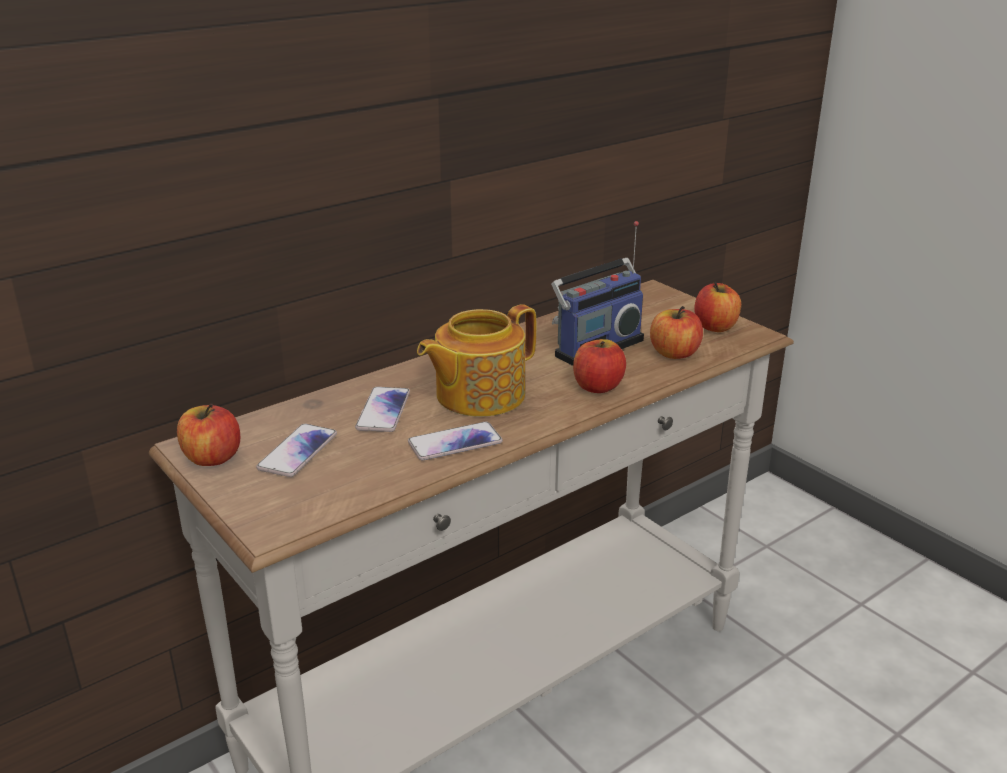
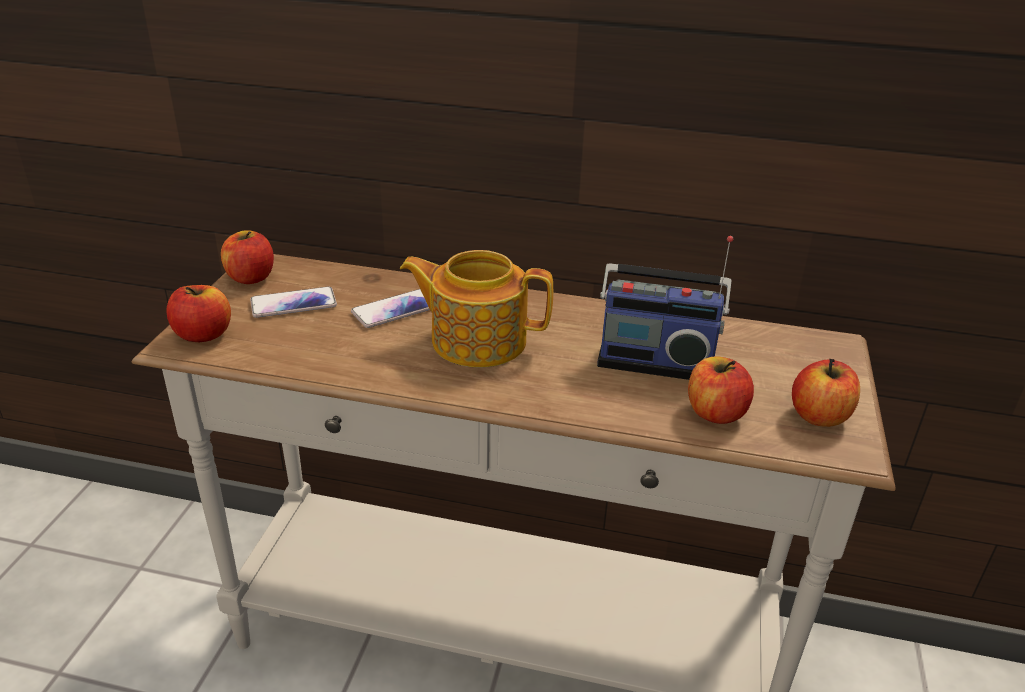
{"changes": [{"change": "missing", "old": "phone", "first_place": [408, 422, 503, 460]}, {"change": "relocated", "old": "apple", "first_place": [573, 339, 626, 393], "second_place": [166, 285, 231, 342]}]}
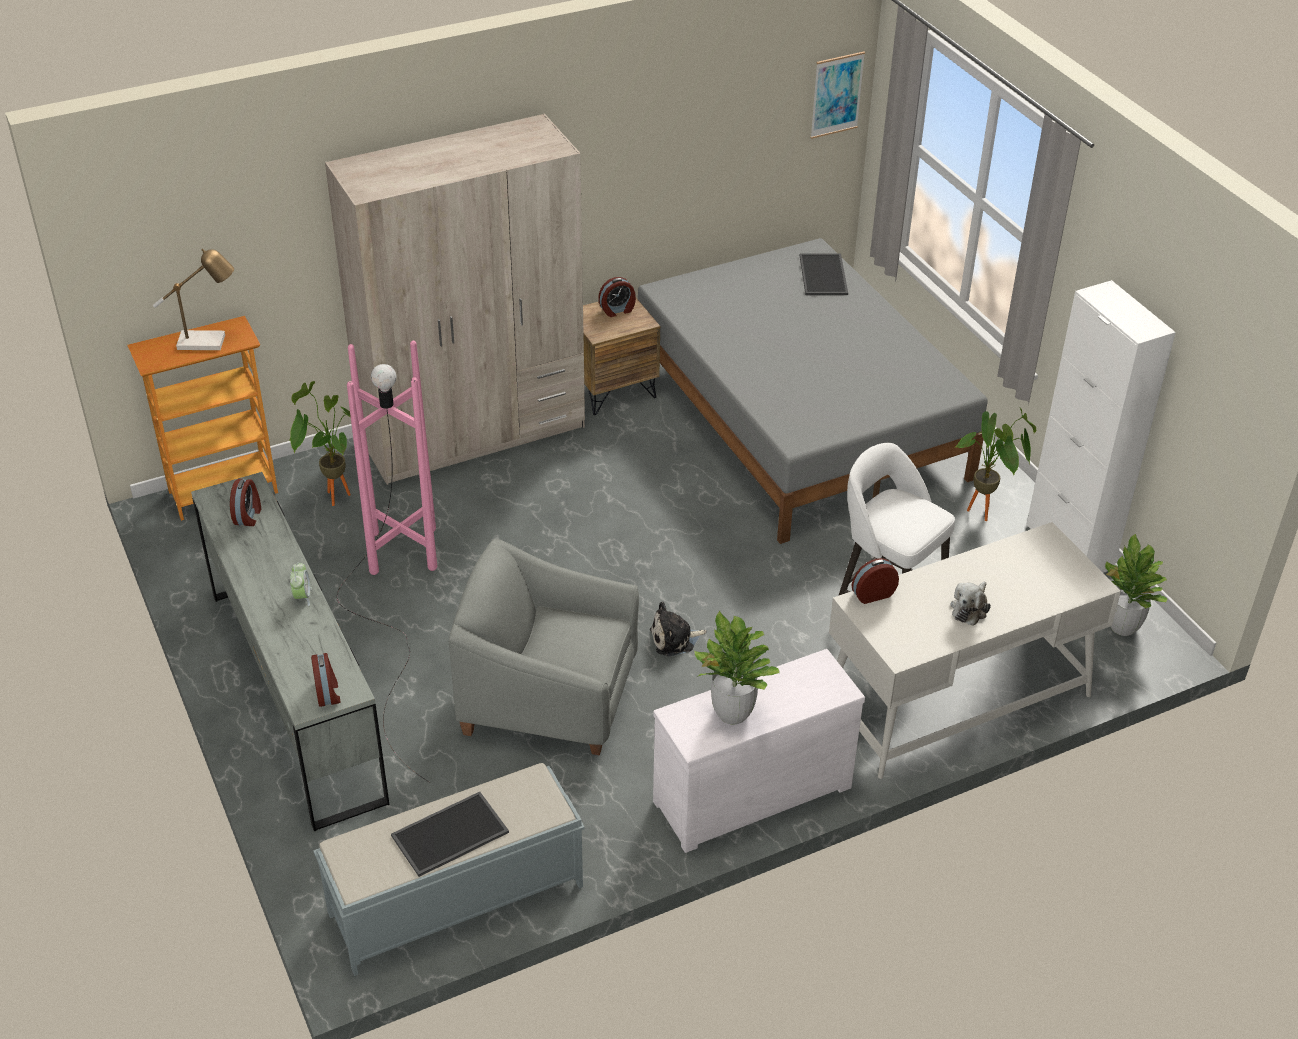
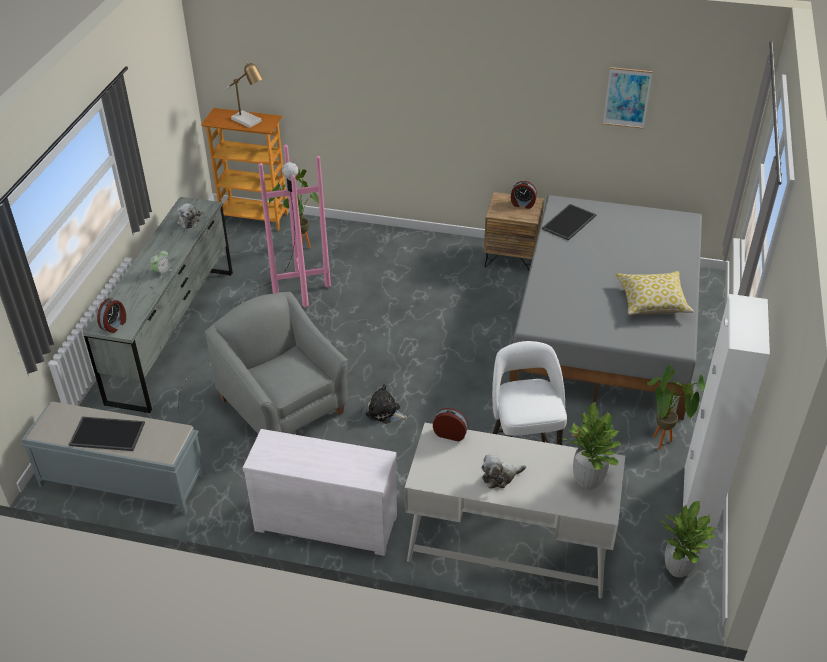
{"changes": [{"change": "exchanged", "old": "alarm clock", "new": "plush toy", "first_place": [230, 479, 261, 526], "second_place": [177, 203, 201, 229]}, {"change": "missing", "old": "beige wardrobe", "first_place": [325, 114, 585, 485]}, {"change": "relocated", "old": "potted plant", "first_place": [694, 611, 780, 724], "second_place": [560, 402, 621, 490]}, {"change": "relocated", "old": "tray", "first_place": [800, 253, 848, 295], "second_place": [542, 204, 596, 241]}, {"change": "relocated", "old": "picture", "first_place": [810, 52, 865, 139], "second_place": [603, 67, 653, 129]}, {"change": "appeared", "new": "pillow", "second_place": [615, 271, 694, 315]}]}
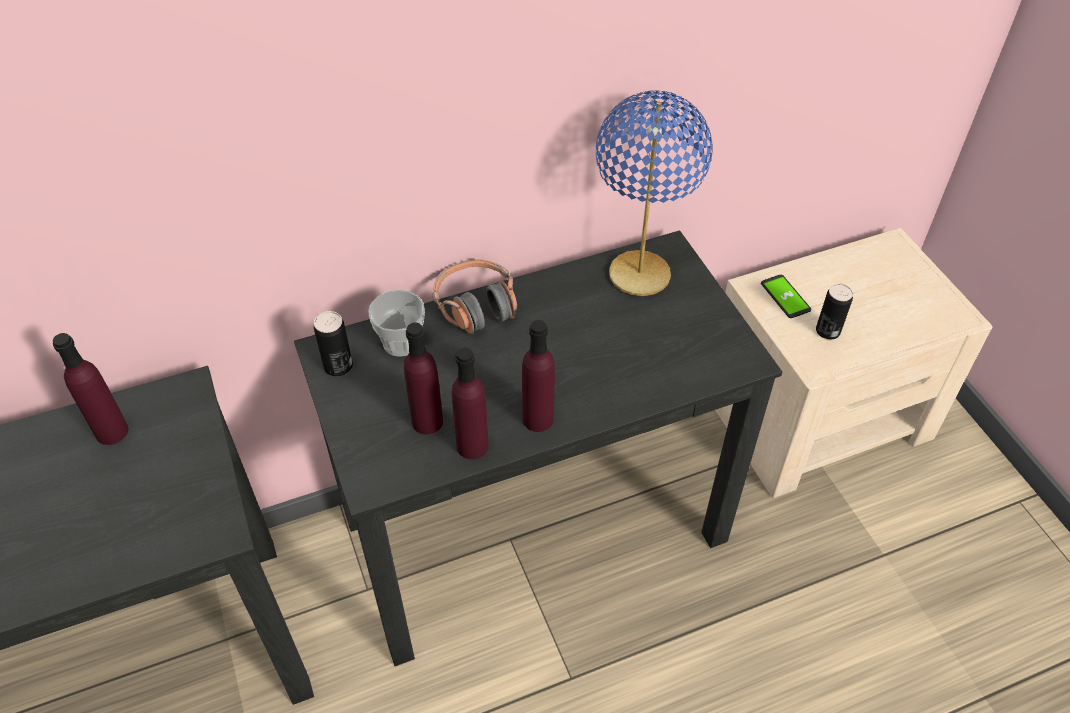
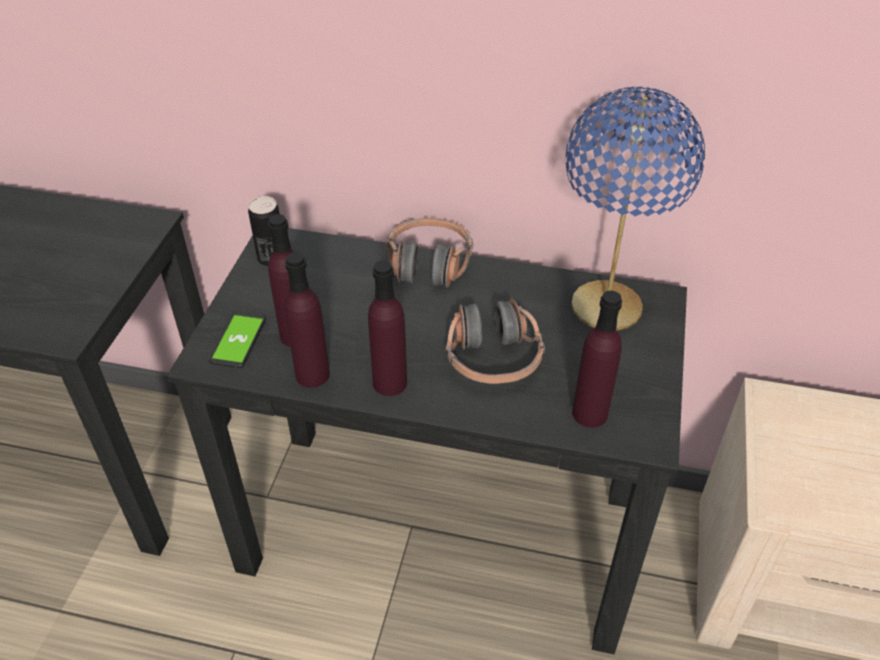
{"changes": [{"change": "relocated", "old": "purple bottle", "first_place": [53, 333, 128, 445], "second_place": [572, 291, 622, 428]}, {"change": "missing", "old": "cup", "first_place": [368, 290, 425, 357]}, {"change": "relocated", "old": "phone", "first_place": [761, 275, 811, 318], "second_place": [209, 312, 266, 368]}, {"change": "missing", "old": "can", "first_place": [816, 284, 853, 339]}, {"change": "appeared", "new": "headphones", "second_place": [446, 299, 545, 384]}]}
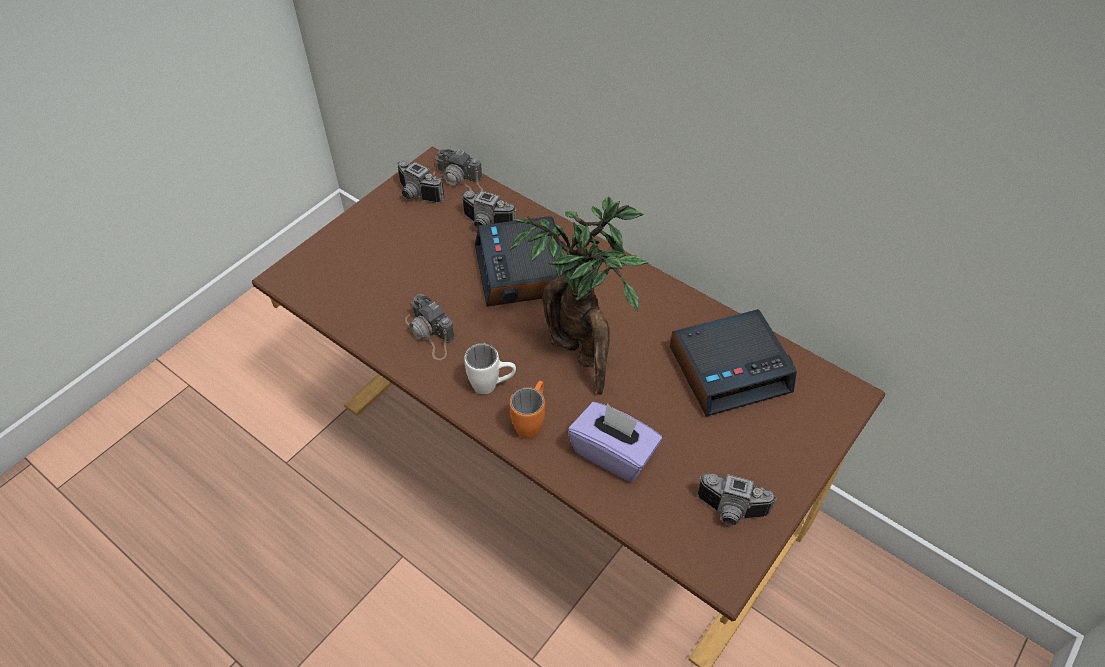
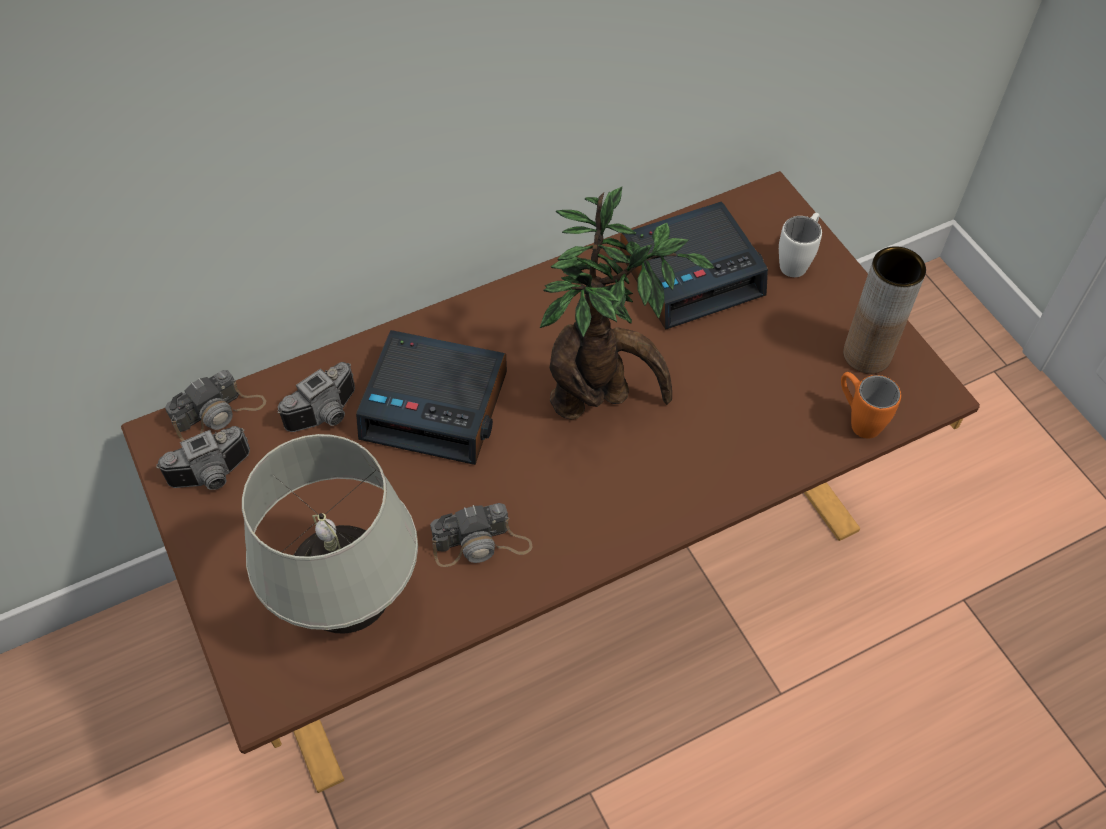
{"changes": [{"change": "relocated", "old": "white mug", "first_place": [464, 343, 516, 394], "second_place": [779, 213, 822, 277]}, {"change": "relocated", "old": "orange mug", "first_place": [509, 381, 545, 439], "second_place": [841, 372, 901, 439]}, {"change": "missing", "old": "purple tissue box", "first_place": [568, 402, 662, 482]}, {"change": "spun", "old": "alarm clock", "first_place": [670, 309, 797, 417], "second_place": [620, 201, 768, 330], "degrees": 60}, {"change": "exchanged", "old": "photo camera", "new": "brown vase", "first_place": [697, 473, 777, 525], "second_place": [843, 246, 926, 374]}, {"change": "appeared", "new": "white table lamp", "second_place": [242, 434, 418, 634]}]}
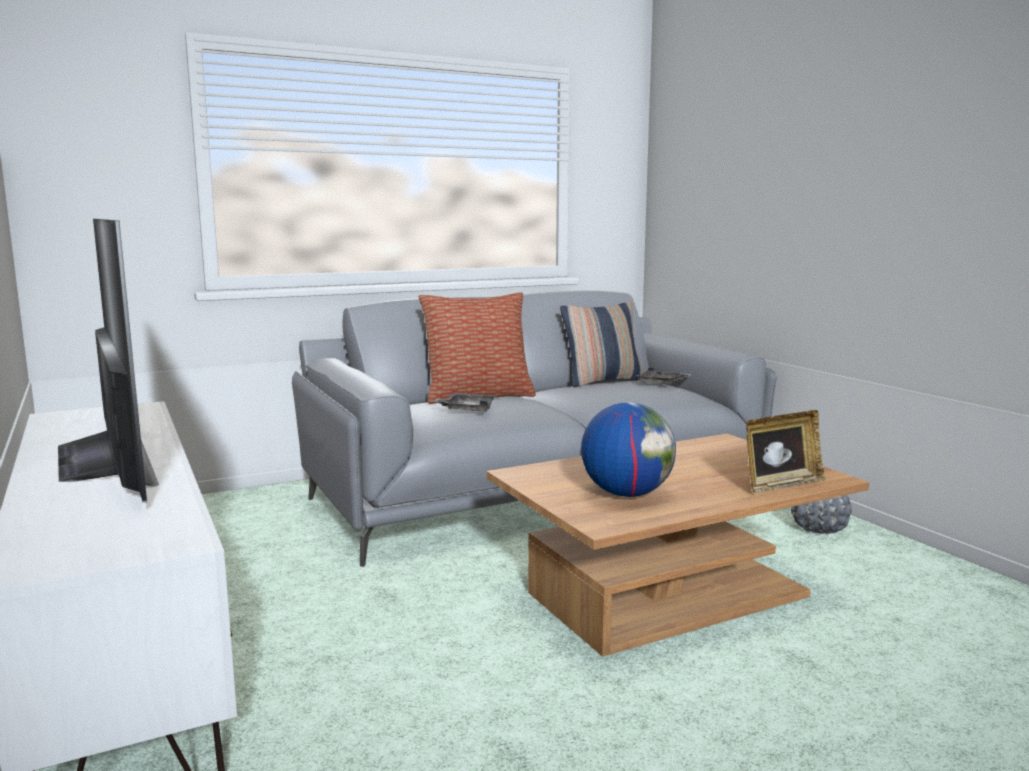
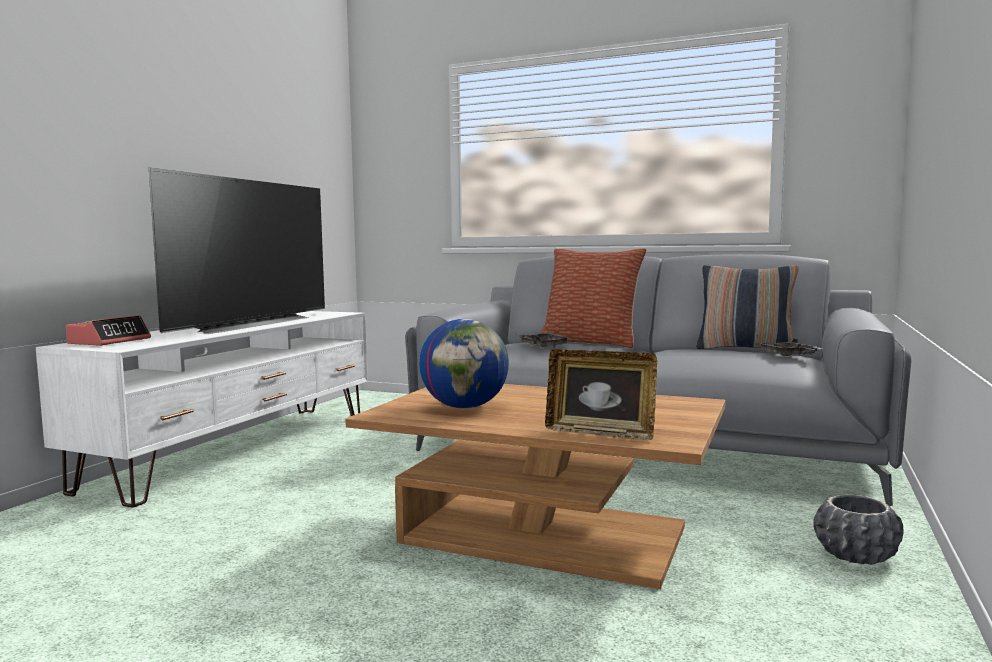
{"changes": [{"change": "appeared", "new": "alarm clock", "second_place": [66, 315, 151, 346]}]}
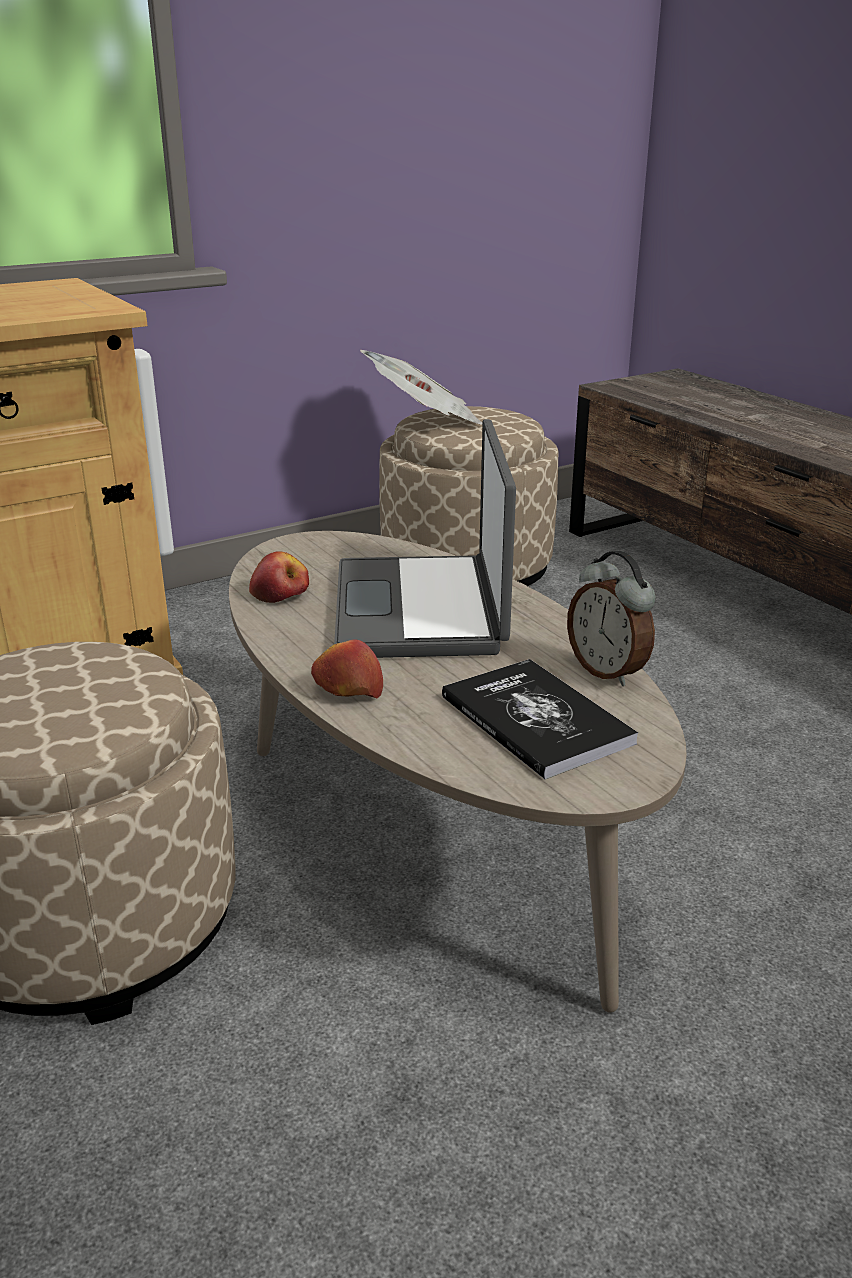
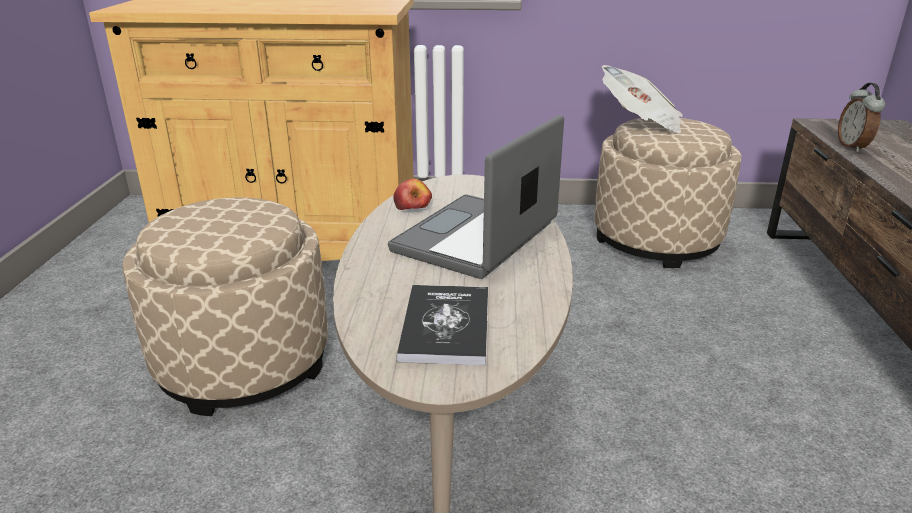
{"changes": [{"change": "missing", "old": "apple", "first_place": [311, 640, 383, 699]}, {"change": "relocated", "old": "alarm clock", "first_place": [567, 551, 656, 686], "second_place": [838, 83, 885, 152]}]}
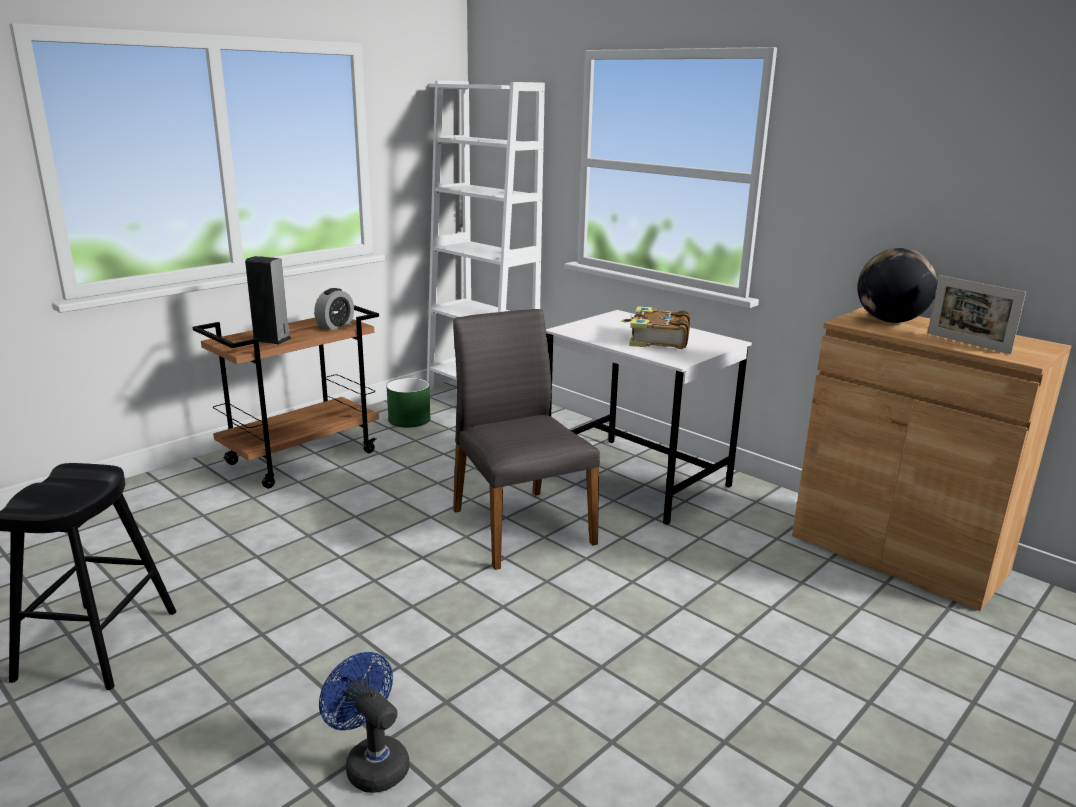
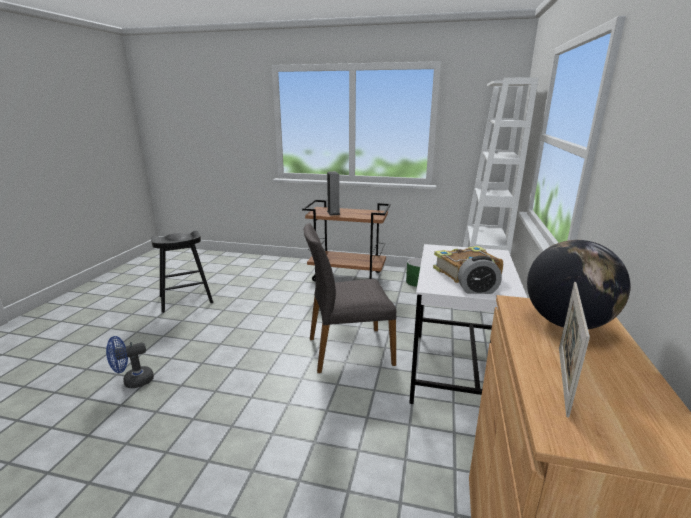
{"changes": [{"change": "relocated", "old": "alarm clock", "first_place": [314, 288, 354, 330], "second_place": [458, 256, 502, 294]}, {"change": "spun", "old": "blue fan", "first_place": [319, 652, 409, 793], "second_place": [106, 336, 154, 388], "degrees": -135}, {"change": "spun", "old": "grey chair", "first_place": [453, 309, 600, 570], "second_place": [304, 223, 396, 373], "degrees": -135}]}
